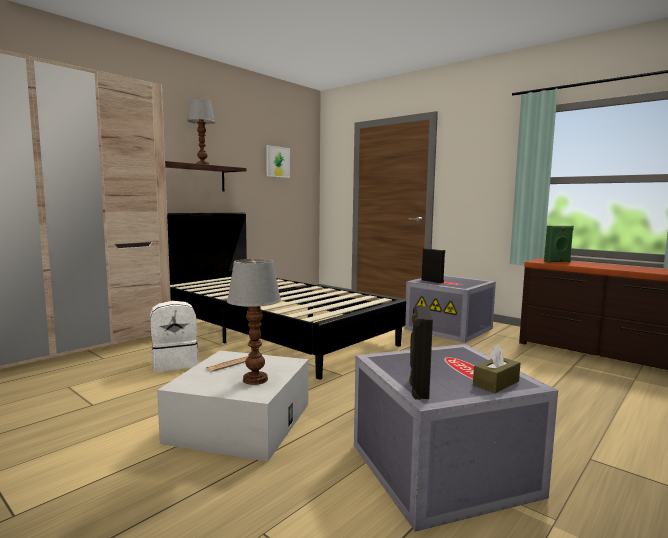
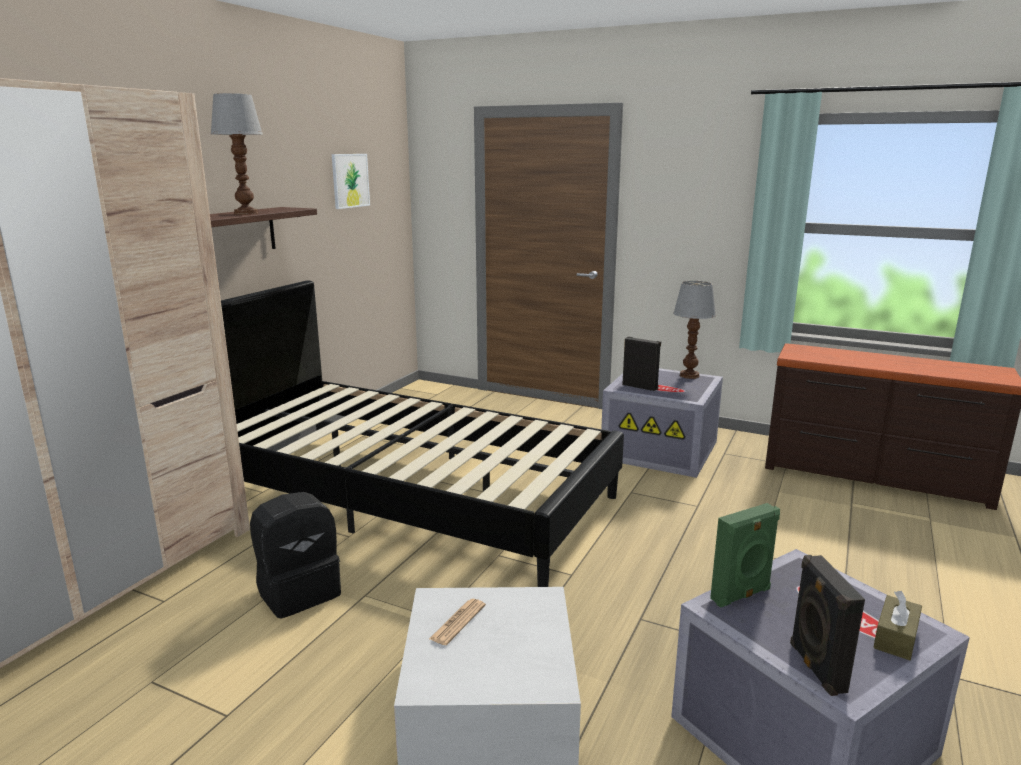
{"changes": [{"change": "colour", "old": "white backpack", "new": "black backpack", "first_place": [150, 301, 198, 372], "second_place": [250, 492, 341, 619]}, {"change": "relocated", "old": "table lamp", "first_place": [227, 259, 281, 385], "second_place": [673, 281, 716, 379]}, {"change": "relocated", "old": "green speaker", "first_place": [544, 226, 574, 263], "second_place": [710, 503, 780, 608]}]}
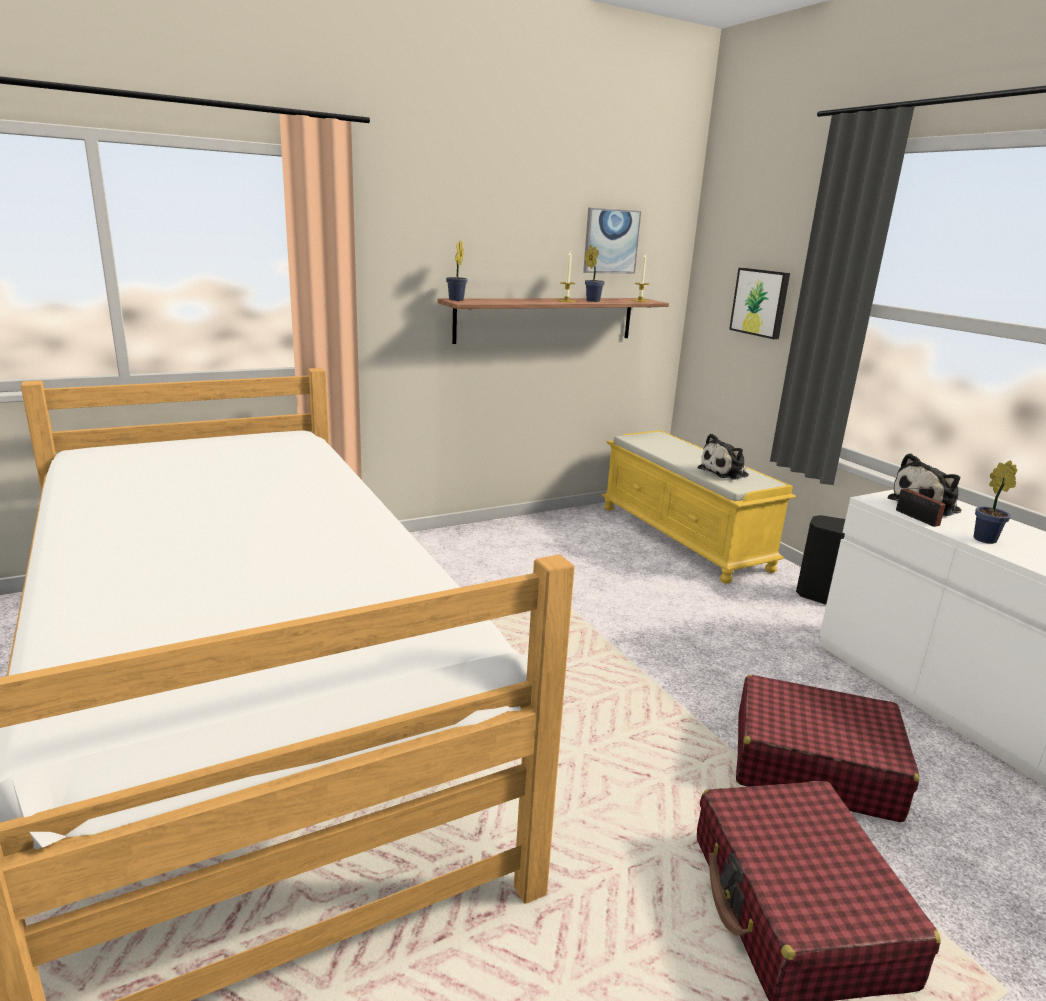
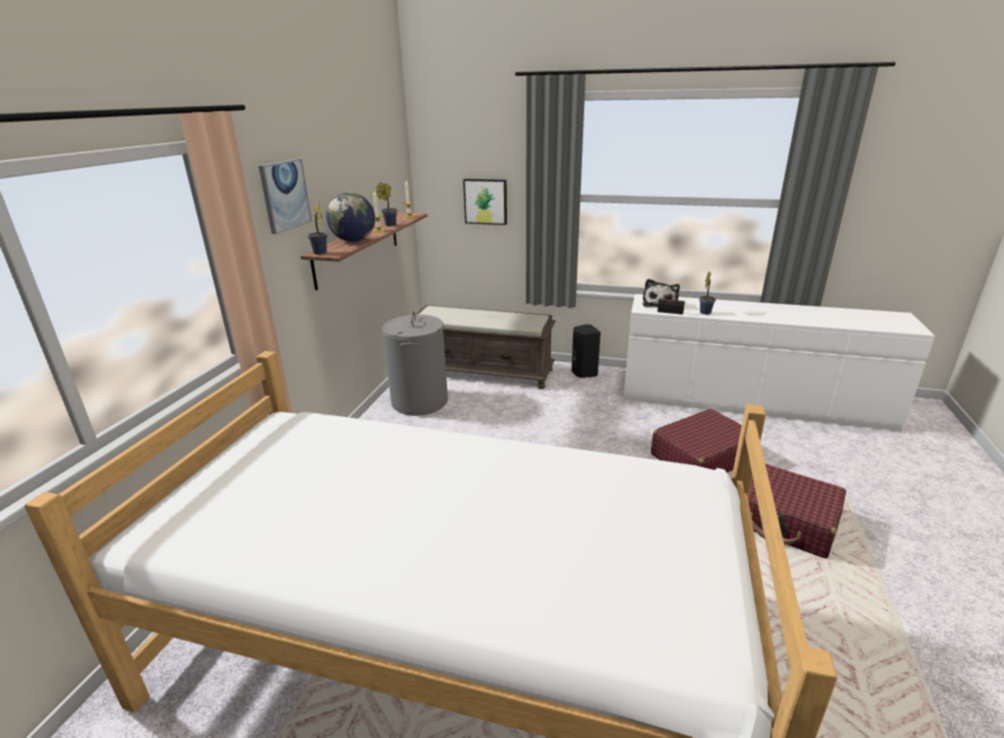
{"changes": [{"change": "relocated", "old": "picture", "first_place": [583, 208, 641, 274], "second_place": [259, 159, 312, 234]}, {"change": "colour", "old": "yellow bench", "new": "brown bench", "first_place": [602, 430, 796, 584], "second_place": [415, 305, 556, 389]}, {"change": "missing", "old": "plush toy", "first_place": [697, 434, 749, 480]}, {"change": "appeared", "new": "globe", "second_place": [326, 192, 375, 242]}, {"change": "appeared", "new": "grey laundry basket", "second_place": [382, 311, 448, 416]}]}
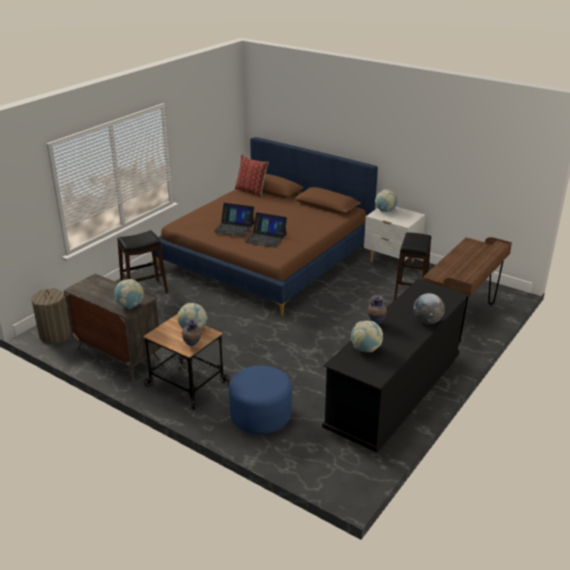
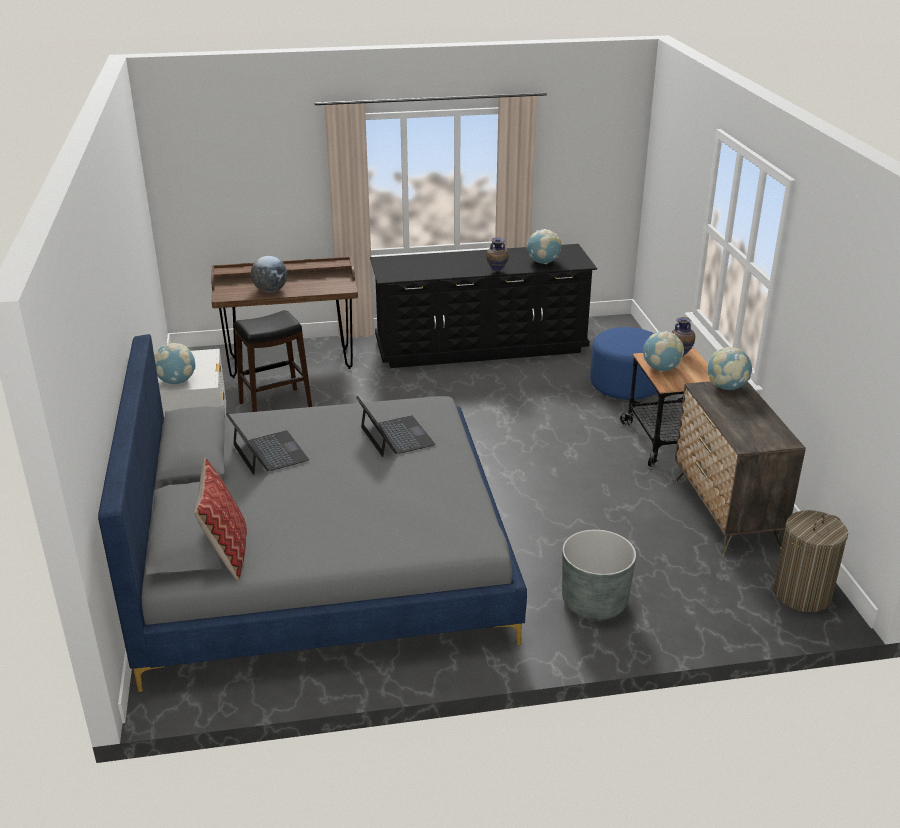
{"changes": [{"change": "exchanged", "old": "black stool", "new": "grey planter", "first_place": [117, 230, 168, 293], "second_place": [562, 530, 636, 620]}, {"change": "colour", "old": "brown bed", "new": "grey bed", "first_place": [155, 137, 378, 316], "second_place": [98, 334, 527, 692]}, {"change": "relocated", "old": "laptop", "first_place": [214, 203, 254, 237], "second_place": [226, 413, 309, 475]}, {"change": "relocated", "old": "globe", "first_place": [413, 293, 445, 324], "second_place": [251, 256, 287, 292]}]}
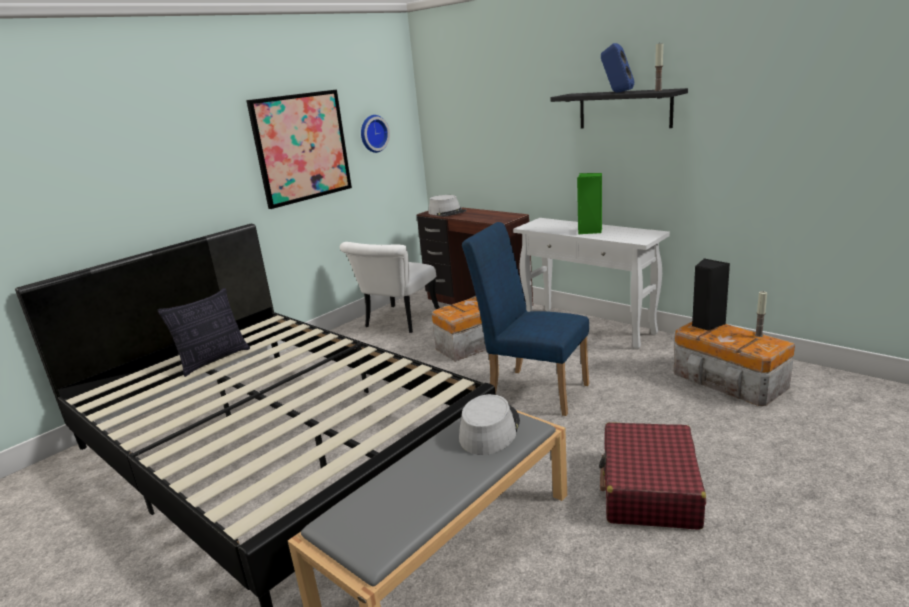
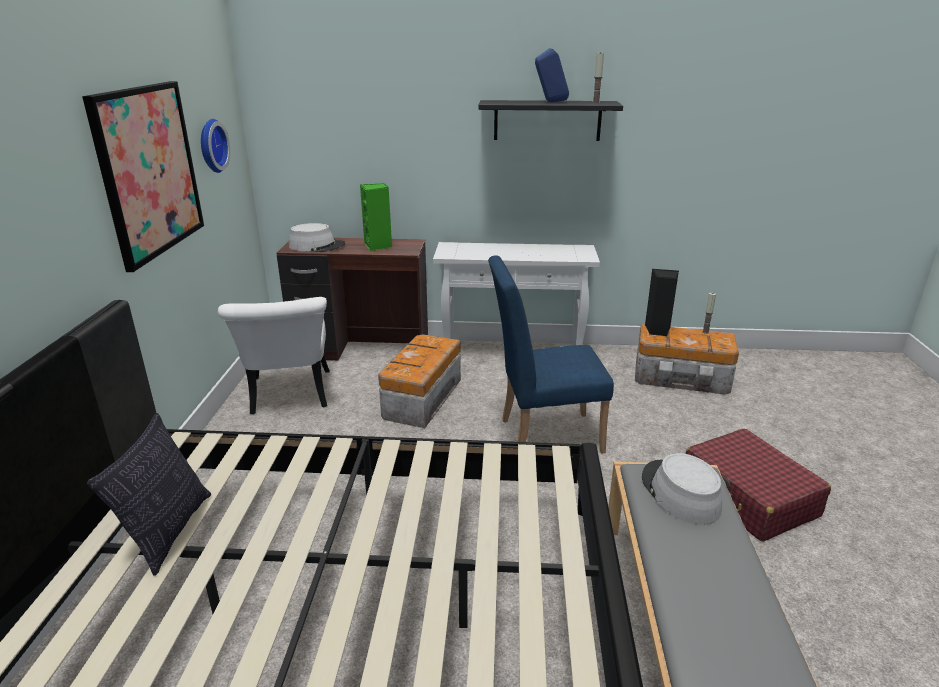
{"changes": [{"change": "relocated", "old": "green speaker", "first_place": [577, 173, 602, 234], "second_place": [360, 183, 392, 251]}]}
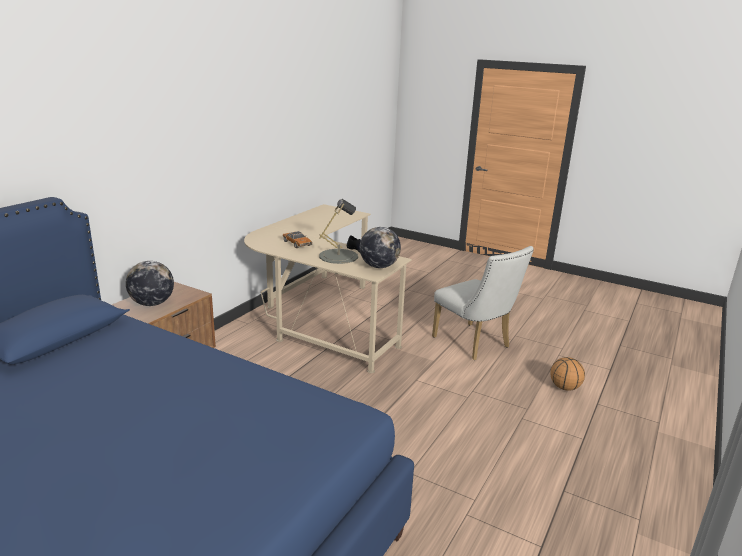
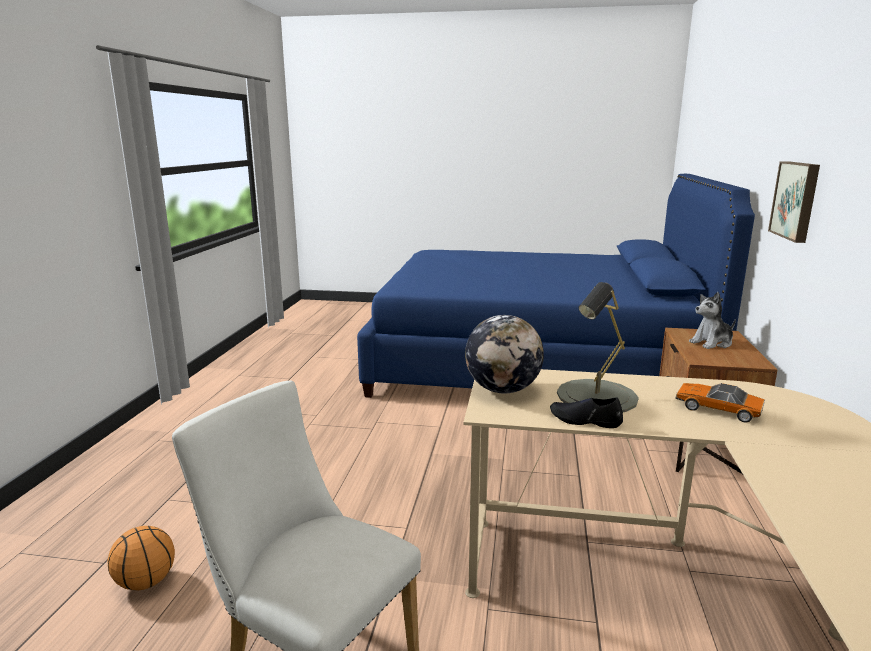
{"changes": [{"change": "exchanged", "old": "globe", "new": "plush toy", "first_place": [126, 261, 174, 306], "second_place": [689, 292, 736, 349]}, {"change": "appeared", "new": "picture", "second_place": [768, 161, 820, 243]}]}
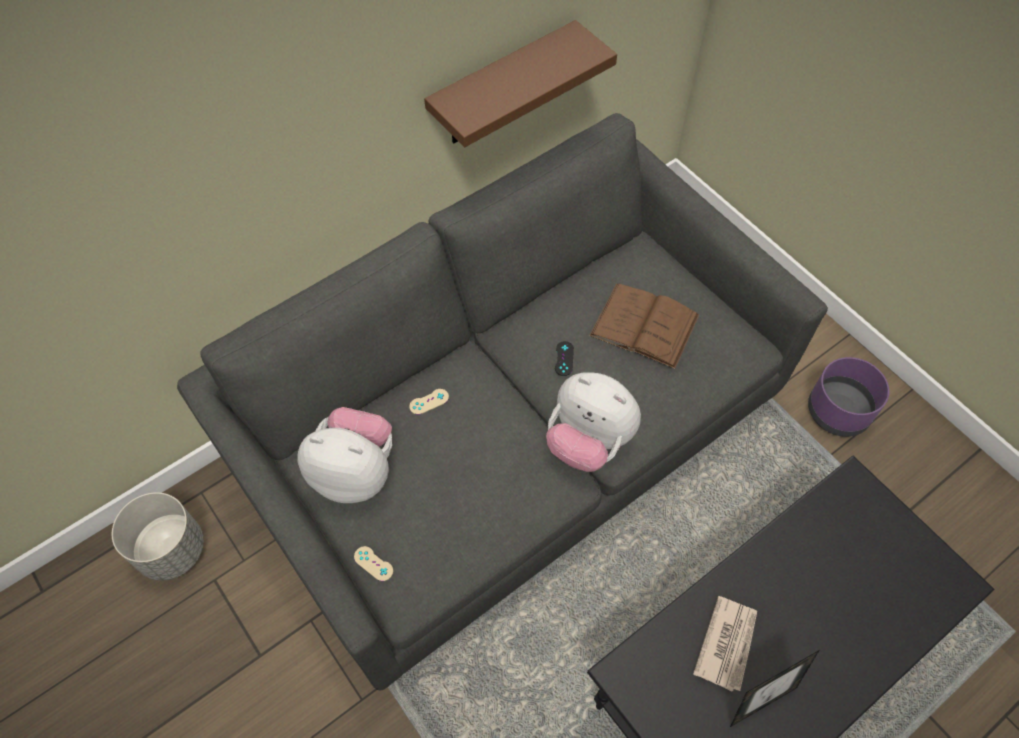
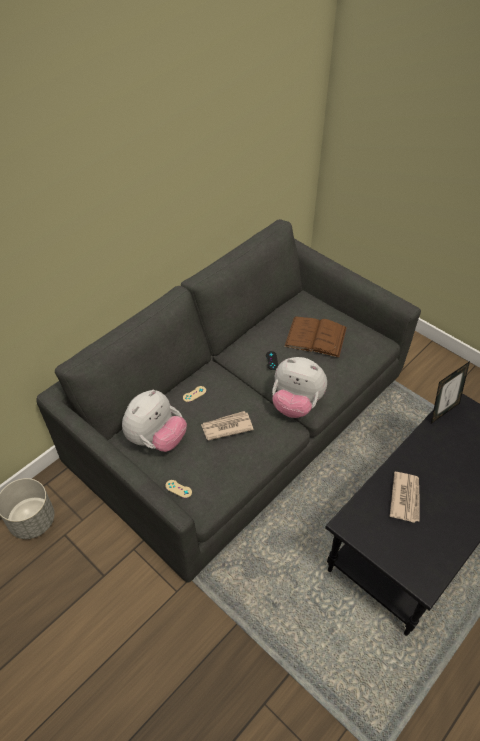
{"changes": [{"change": "spun", "old": "plush toy", "first_place": [297, 407, 392, 503], "second_place": [122, 390, 187, 452], "degrees": 120}, {"change": "missing", "old": "brown shelf", "first_place": [424, 20, 617, 147]}, {"change": "relocated", "old": "picture frame", "first_place": [730, 650, 820, 727], "second_place": [431, 361, 470, 424]}, {"change": "missing", "old": "purple planter", "first_place": [808, 357, 889, 437]}, {"change": "appeared", "new": "newspaper", "second_place": [201, 411, 254, 440]}]}
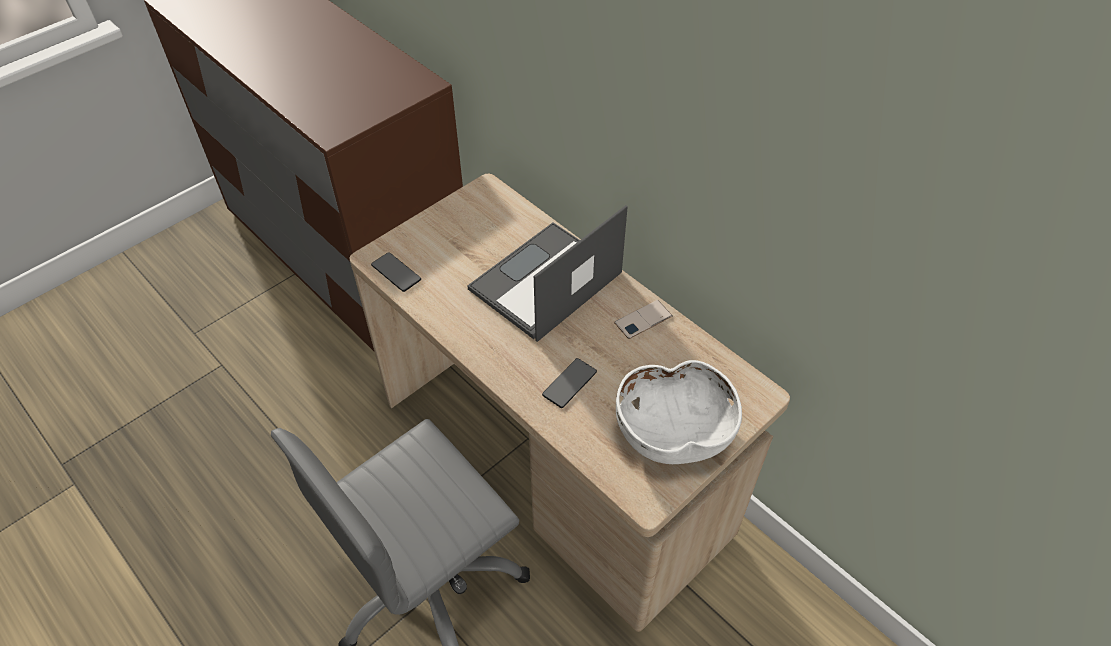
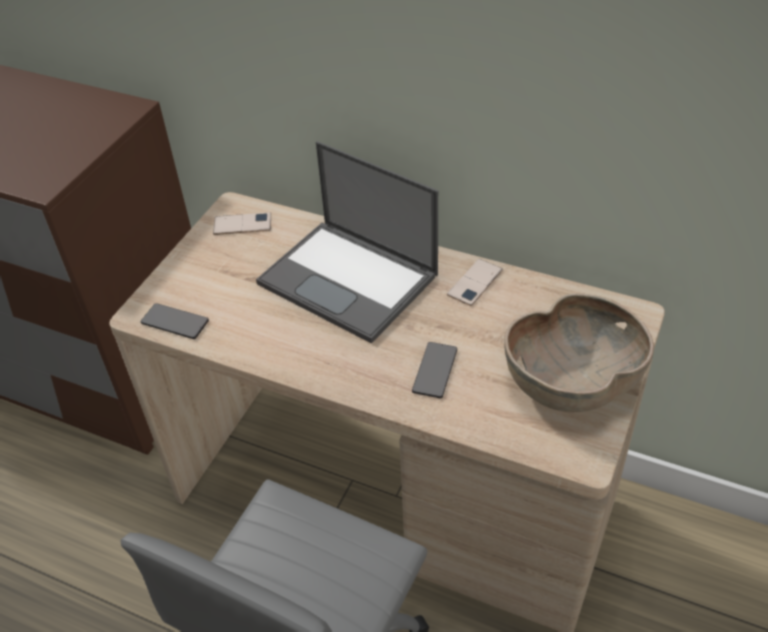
{"changes": [{"change": "spun", "old": "laptop", "first_place": [467, 205, 628, 342], "second_place": [256, 141, 438, 344], "degrees": -75}, {"change": "colour", "old": "white bowl", "new": "brown bowl", "first_place": [616, 360, 742, 464], "second_place": [504, 293, 654, 412]}, {"change": "appeared", "new": "phone", "second_place": [213, 212, 271, 235]}]}
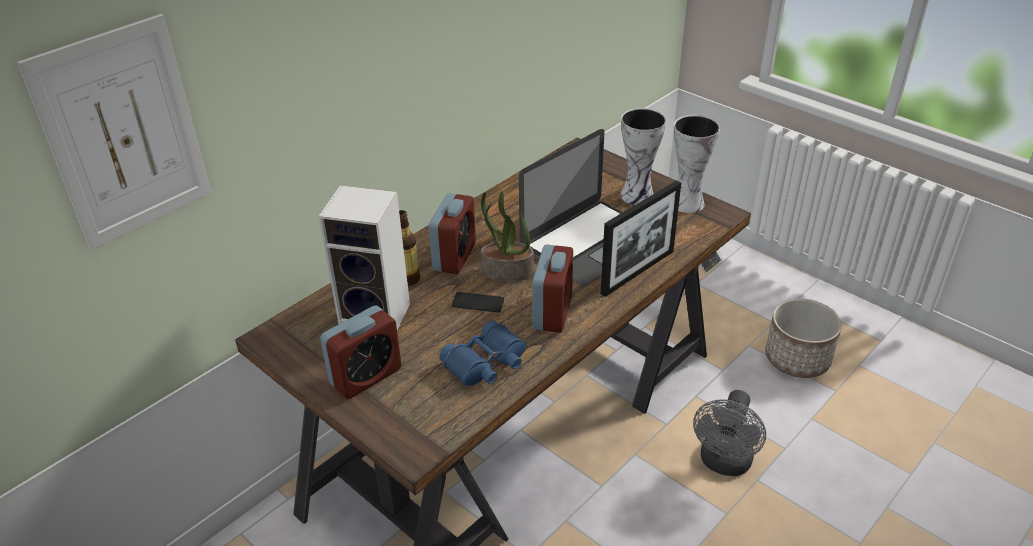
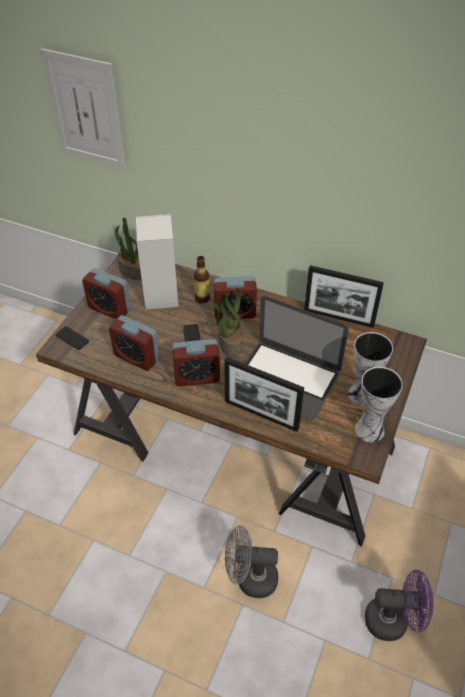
{"changes": [{"change": "exchanged", "old": "blue binoculars", "new": "alarm clock", "first_place": [439, 320, 526, 386], "second_place": [109, 315, 160, 371]}, {"change": "exchanged", "old": "planter", "new": "purple fan", "first_place": [765, 299, 842, 378], "second_place": [365, 570, 433, 641]}, {"change": "appeared", "new": "phone", "second_place": [55, 326, 89, 350]}, {"change": "appeared", "new": "potted plant", "second_place": [115, 218, 142, 280]}, {"change": "appeared", "new": "picture frame", "second_place": [304, 265, 384, 328]}]}
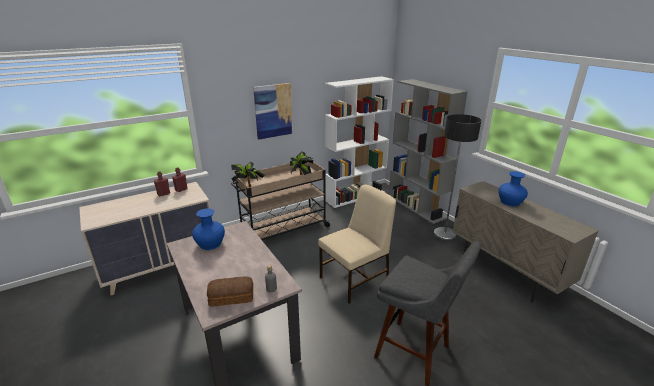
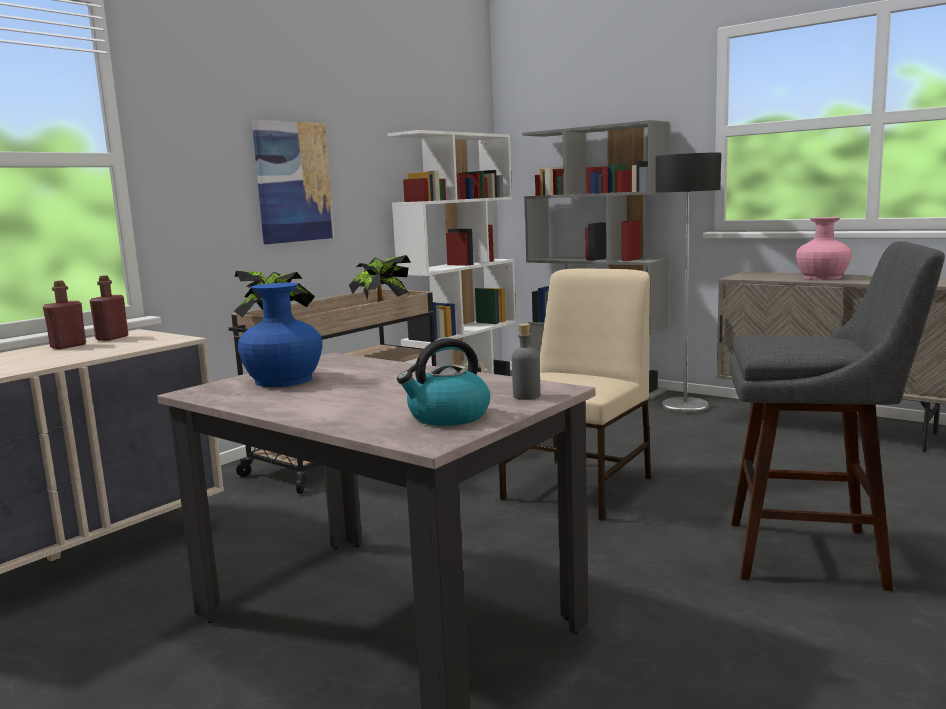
{"changes": [{"change": "exchanged", "old": "bread", "new": "kettle", "first_place": [207, 276, 253, 307], "second_place": [397, 338, 490, 426]}, {"change": "colour", "old": "blue vase", "new": "pink vase", "first_place": [499, 171, 528, 206], "second_place": [796, 217, 852, 280]}]}
